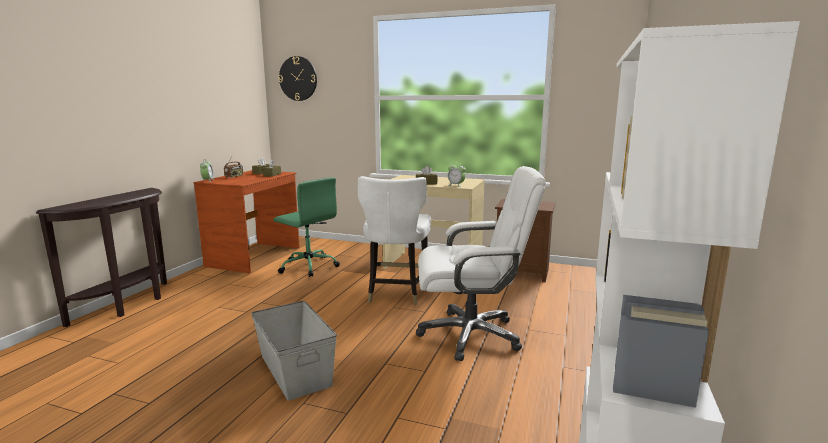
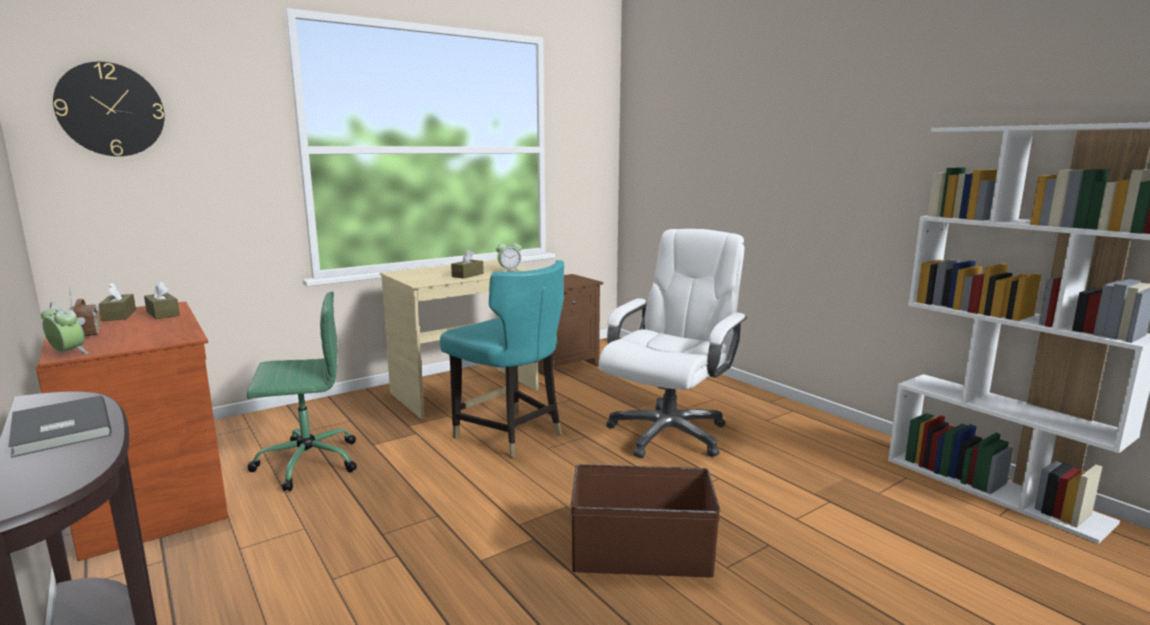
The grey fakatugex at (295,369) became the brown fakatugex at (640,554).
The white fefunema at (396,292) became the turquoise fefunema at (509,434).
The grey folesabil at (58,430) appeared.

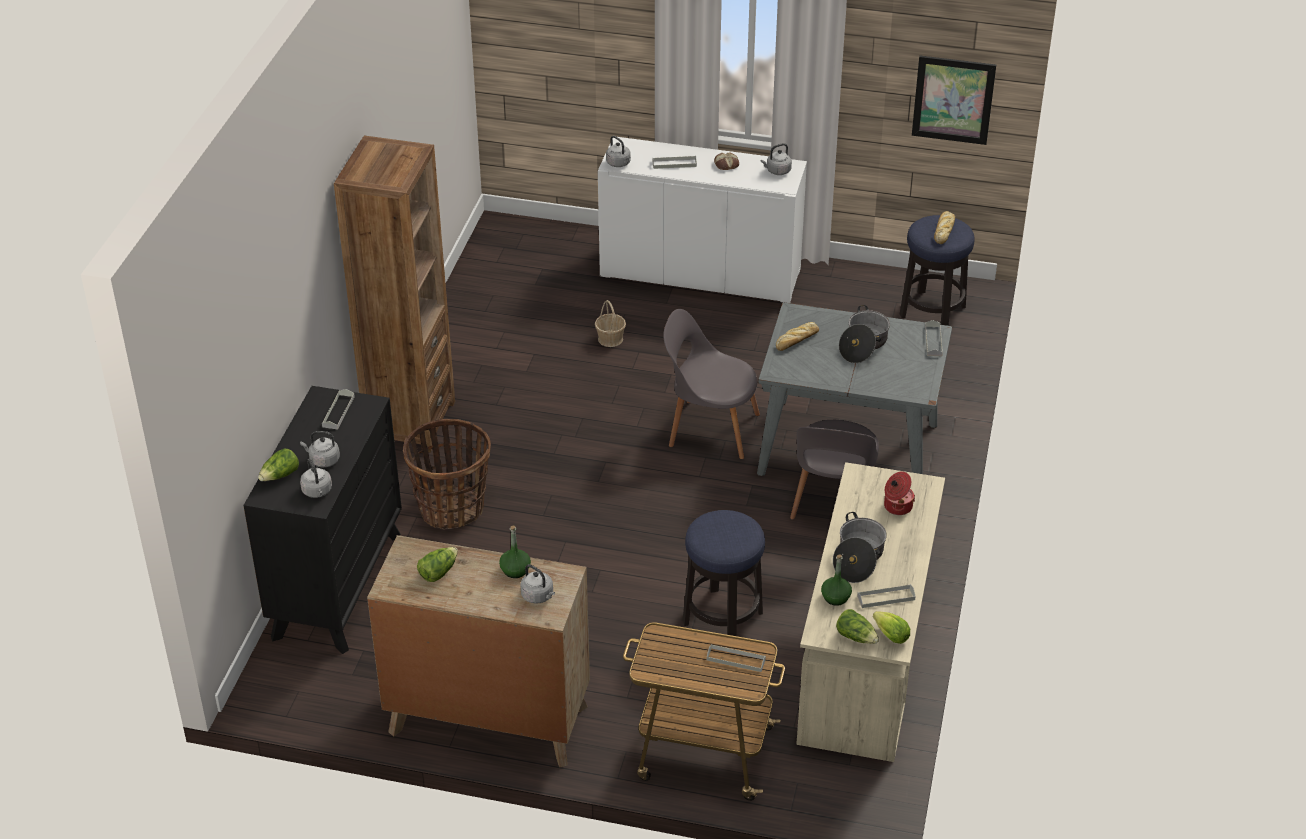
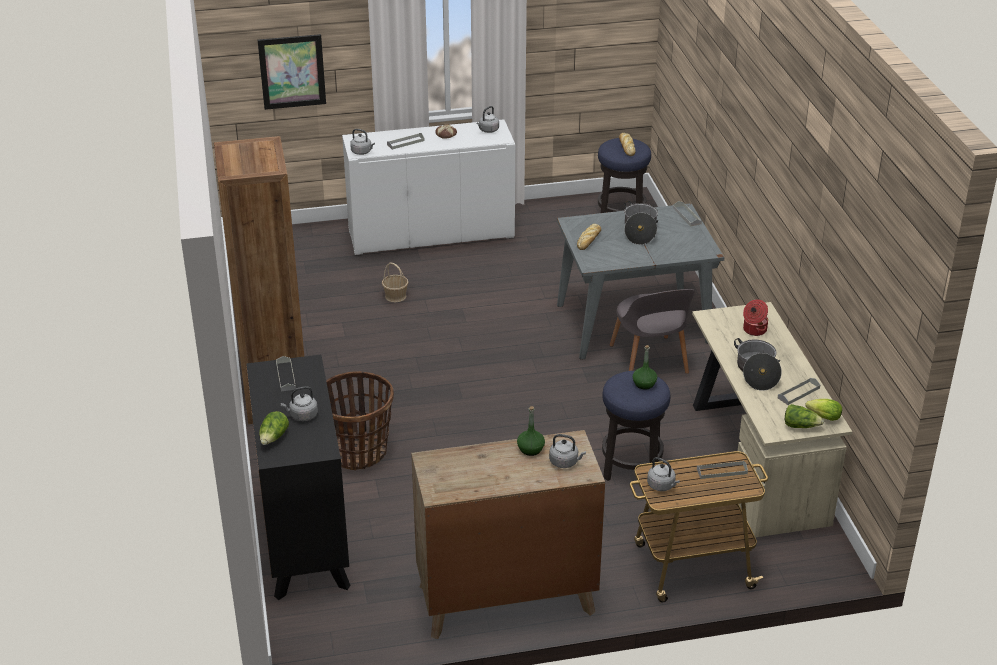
The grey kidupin moved from (317,492) to (662,486).
The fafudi at (438,572) disappeared.
The grey fefunema at (709,429) disappeared.
The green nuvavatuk moved from (835,597) to (644,384).
The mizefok moved from (953,99) to (292,71).

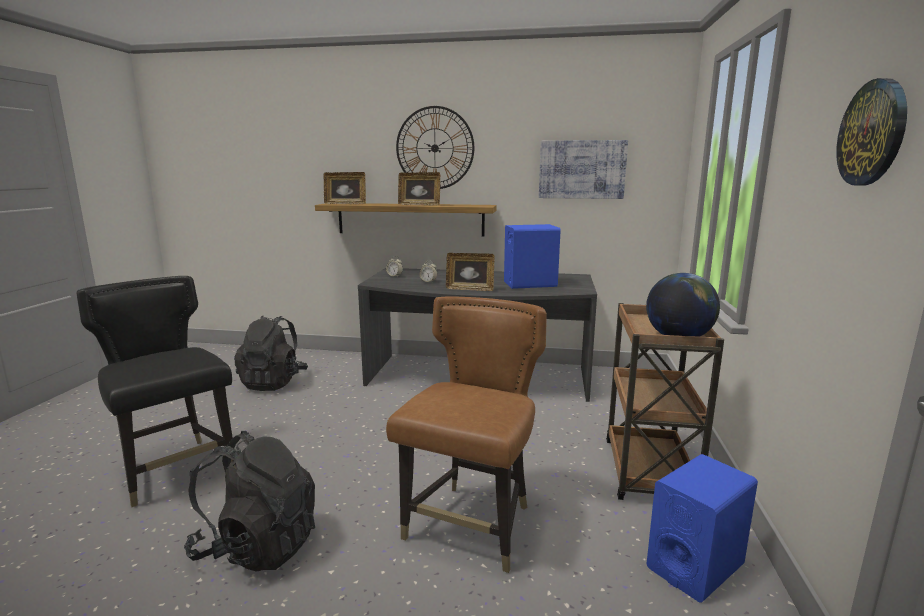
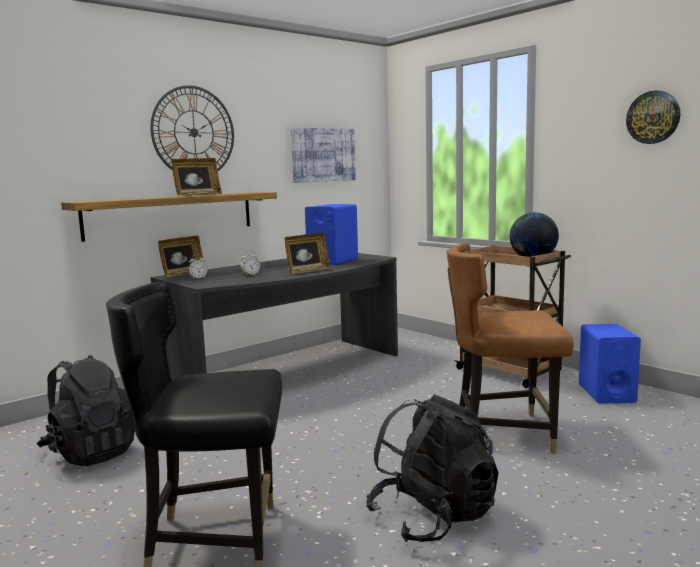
The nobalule moved from (345,204) to (183,274).
The brown fefunema at (472,525) turned 60 degrees counterclockwise.

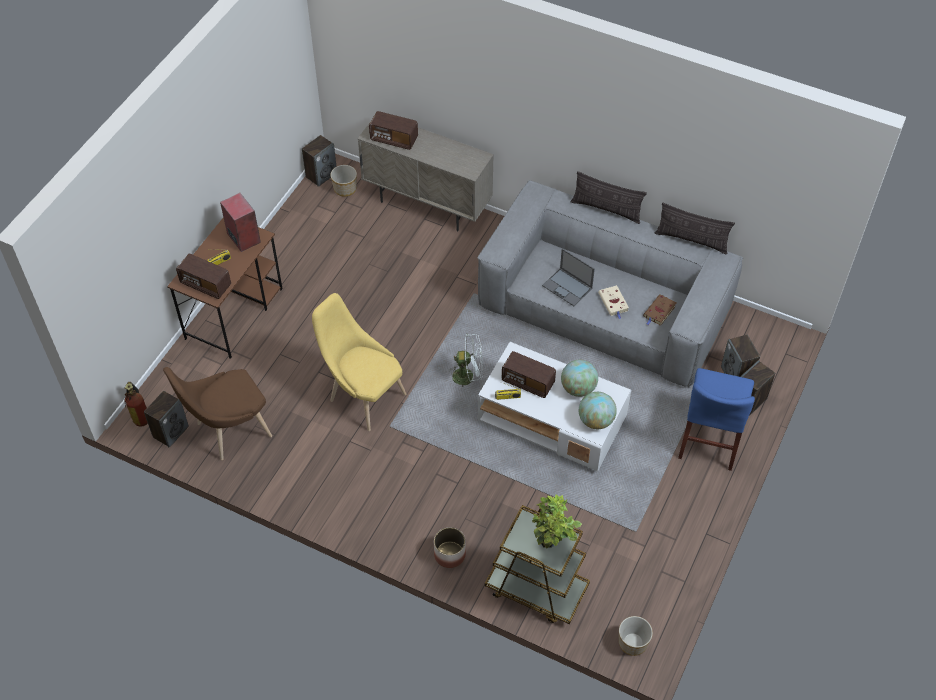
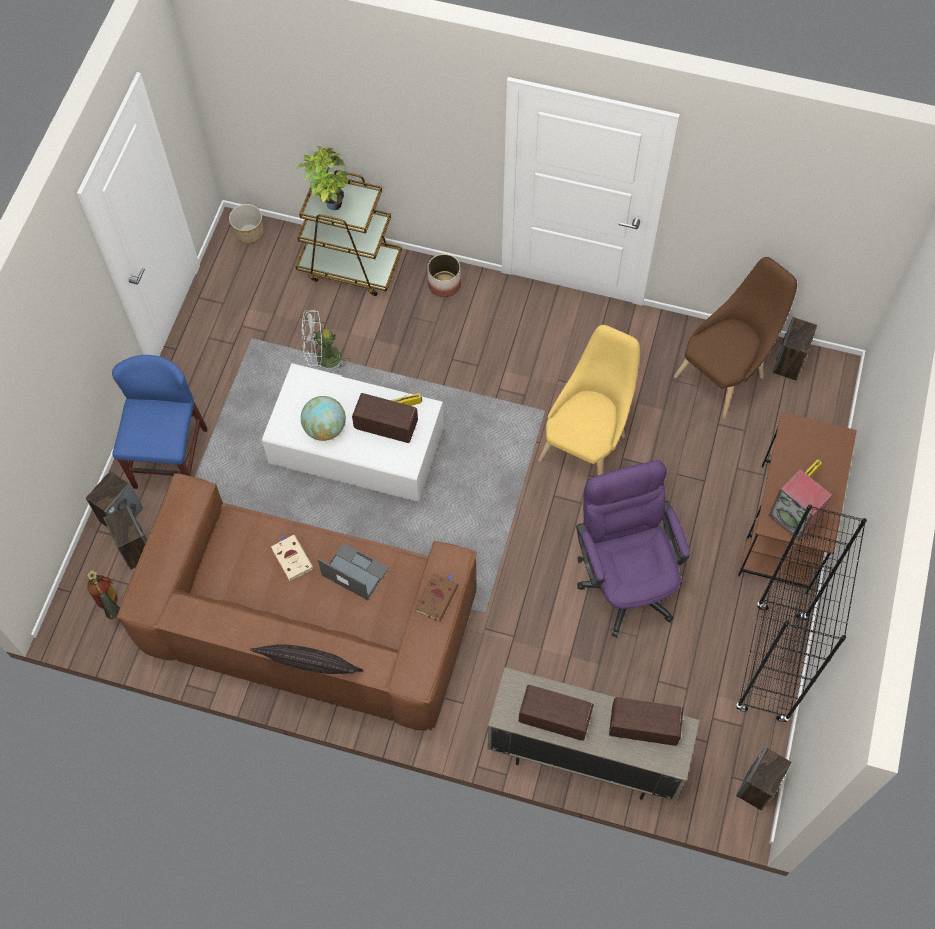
The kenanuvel moved from (140,415) to (111,607).
The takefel moved from (206,284) to (554,718).
The yellow fefunema at (363,395) turned 90 degrees counterclockwise.
The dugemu at (345,188) disappeared.
The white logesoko moved from (468,376) to (323,359).
The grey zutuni at (604,307) became the brown zutuni at (309,621).
The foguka at (596,420) disappeared.
The brown folesabil moved from (659,312) to (437,597).
The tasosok at (691,240) disappeared.
The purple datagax at (625,578) appeared.
The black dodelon at (771,664) appeared.

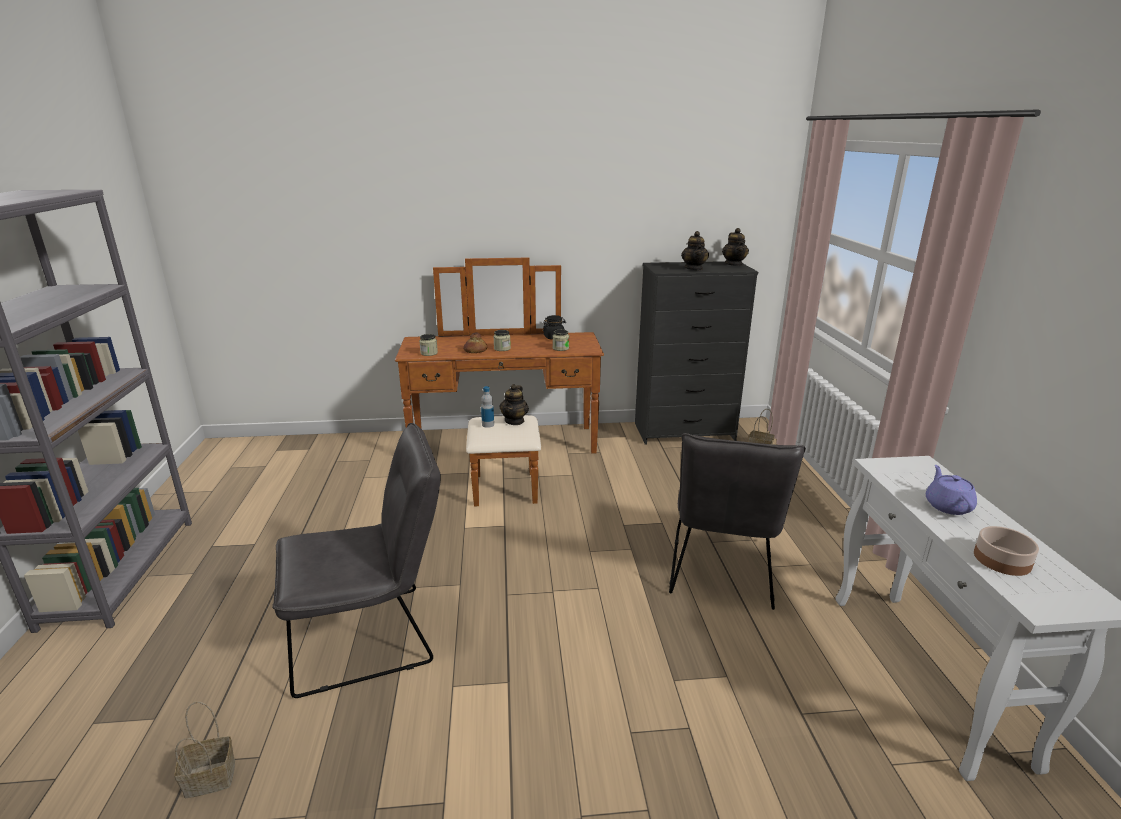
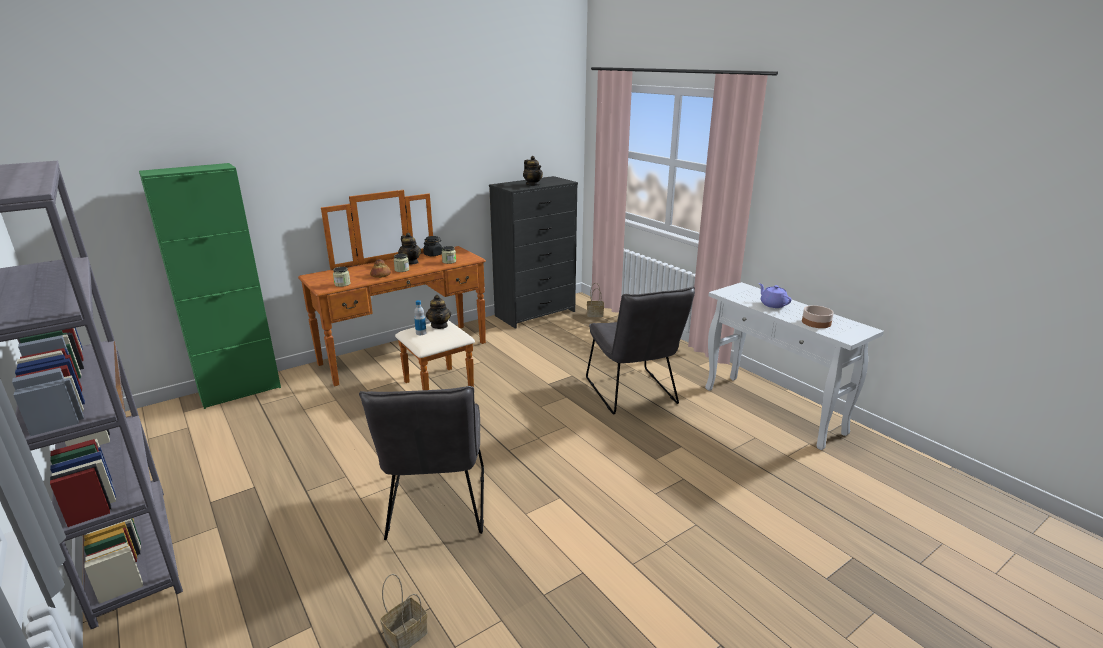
The grey fefunema at (373,636) turned 135 degrees clockwise.
The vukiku moved from (734,264) to (410,262).
The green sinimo at (240,391) appeared.

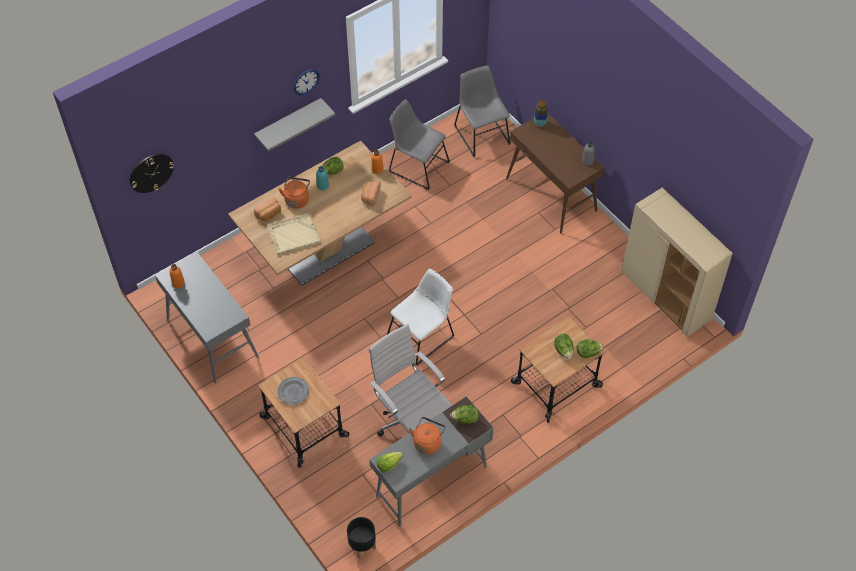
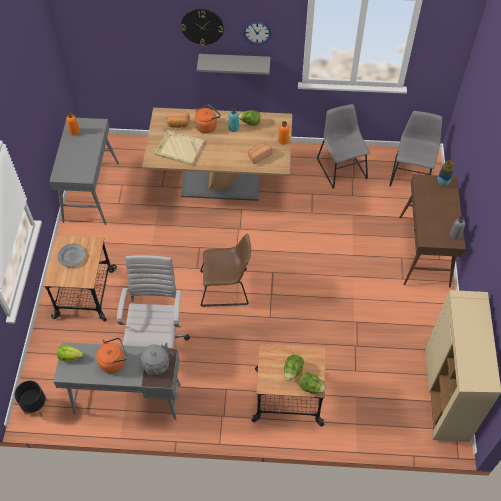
The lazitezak moved from (151,172) to (202,26).
The white fefunema at (422,335) became the brown fefunema at (227,288).
The fafudi at (465,419) was replaced by the grey kidupin at (158,365).

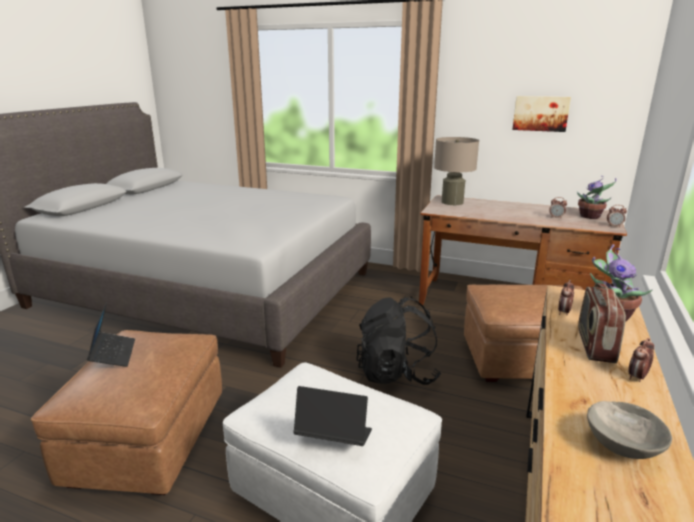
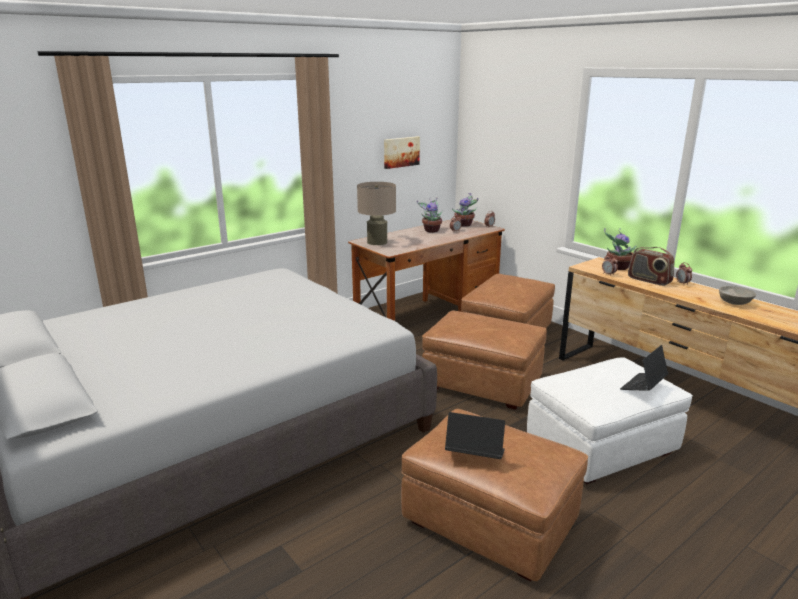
The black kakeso at (396,373) was replaced by the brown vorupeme at (482,383).
The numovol at (431,230) appeared.

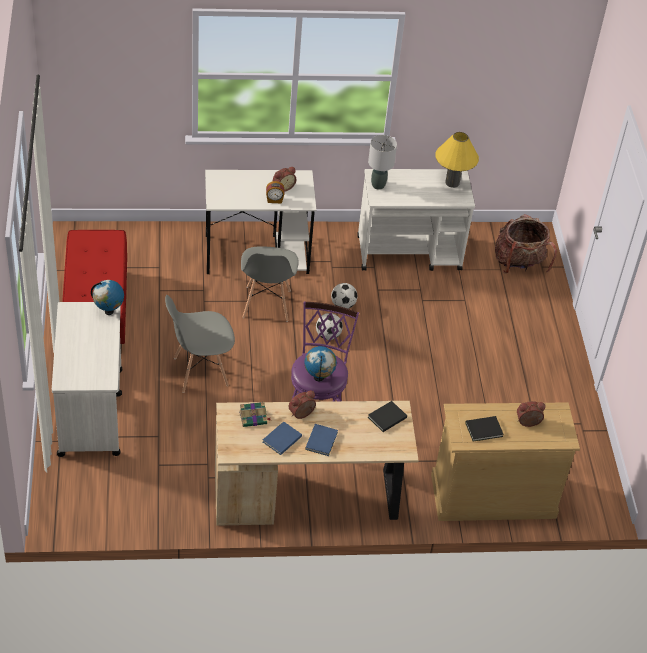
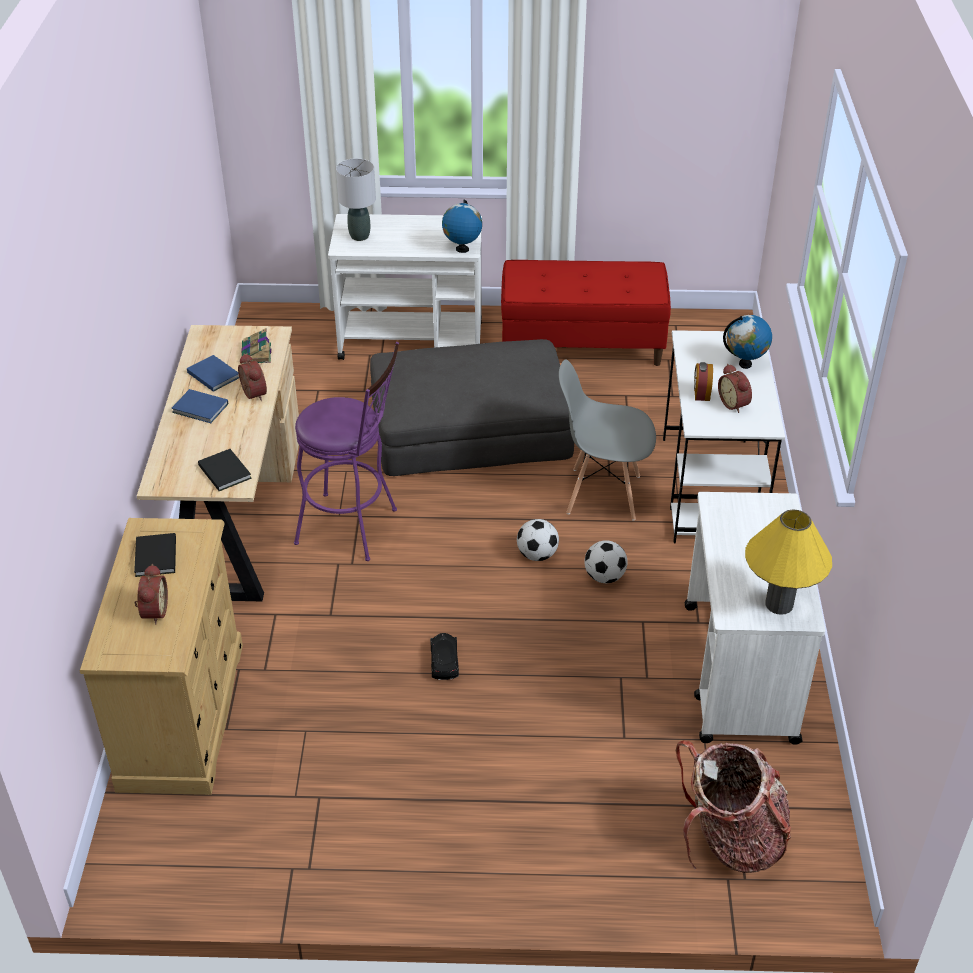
The grey fefunema at (200,372) was replaced by the grey vorupeme at (470,427).
The foguka moved from (319,378) to (745,364).
The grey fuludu moved from (378,185) to (359,236).
The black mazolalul at (444,660) appeared.

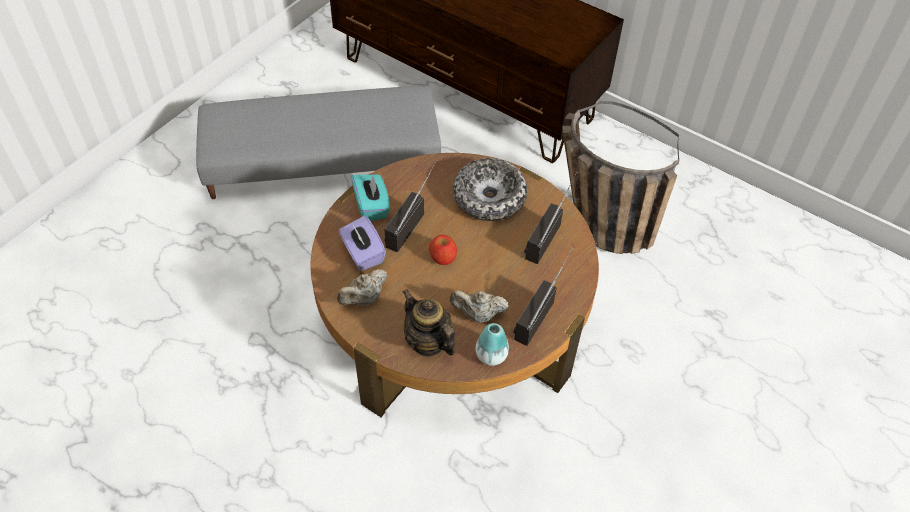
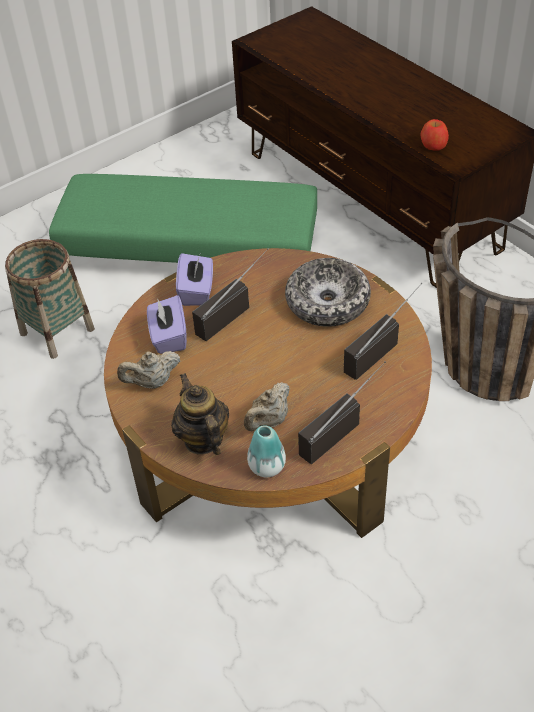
The grey vorupeme at (323,160) became the green vorupeme at (190,250).
The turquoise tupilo at (372,206) became the purple tupilo at (197,291).
The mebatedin moved from (443,257) to (433,145).
The beige vukiku at (478,315) turned 75 degrees counterclockwise.
The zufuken at (57,331) appeared.

